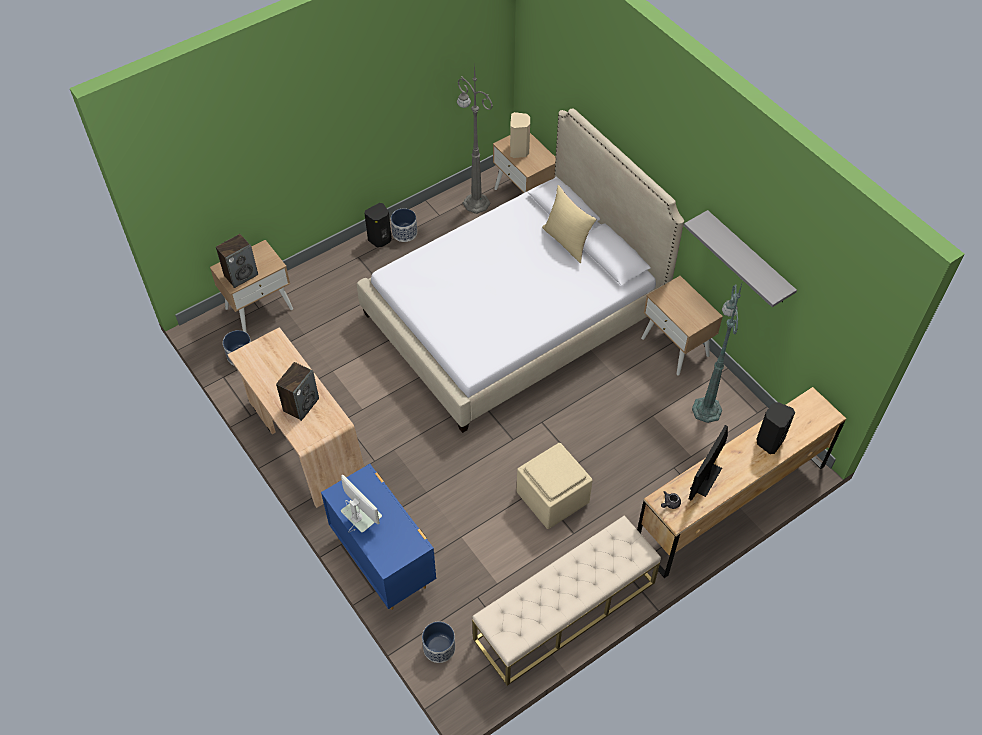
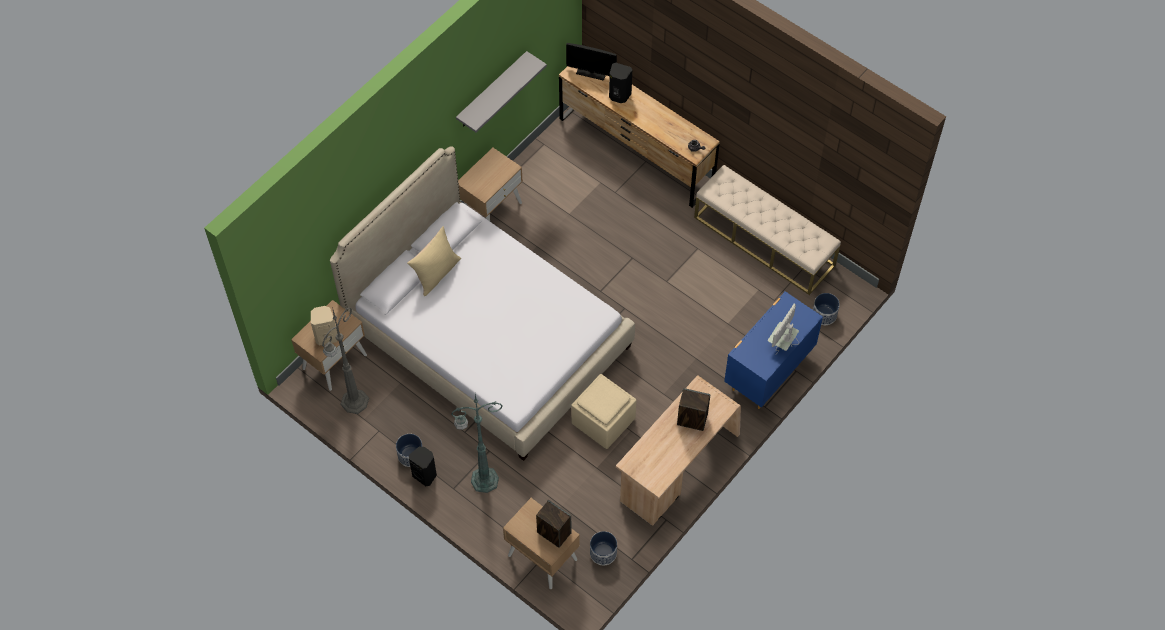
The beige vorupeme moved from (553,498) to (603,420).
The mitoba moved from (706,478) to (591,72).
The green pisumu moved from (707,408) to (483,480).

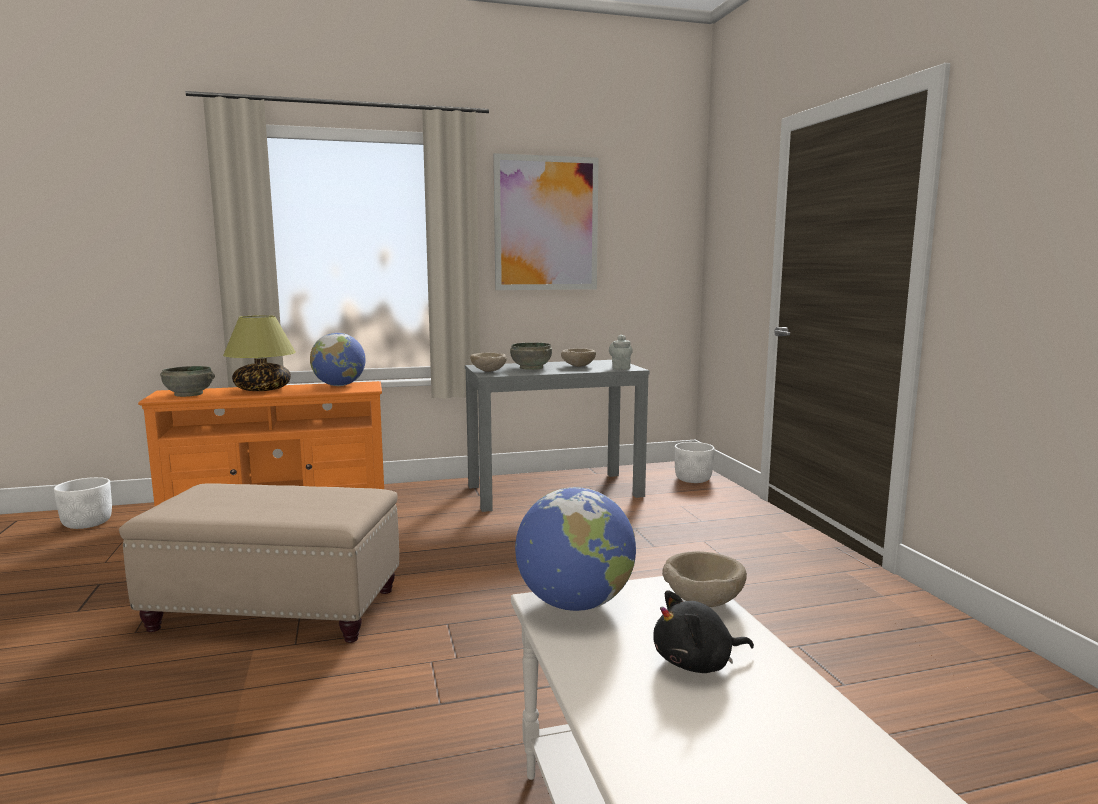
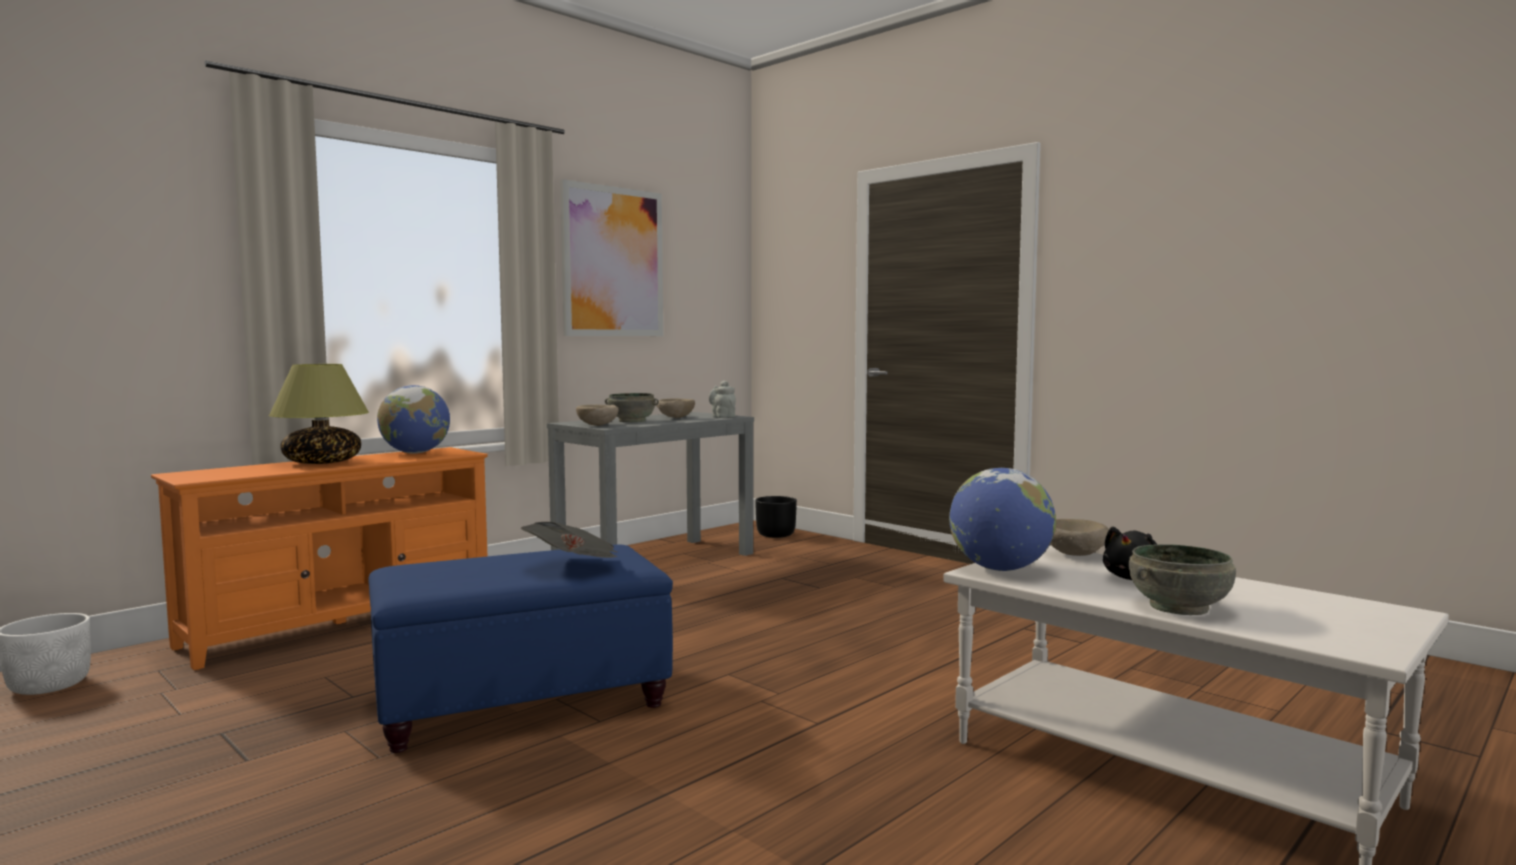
The beige vorupeme at (274,609) became the blue vorupeme at (520,702).
The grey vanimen moved from (188,394) to (1179,607).
The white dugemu at (692,479) became the black dugemu at (775,535).
The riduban at (575,567) appeared.

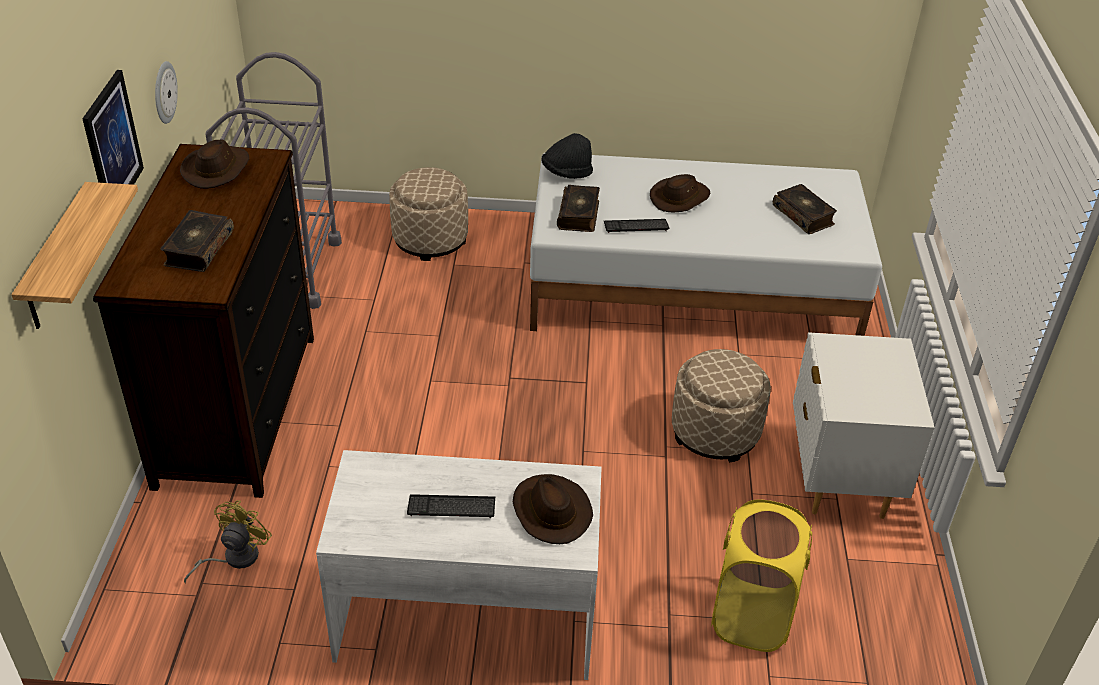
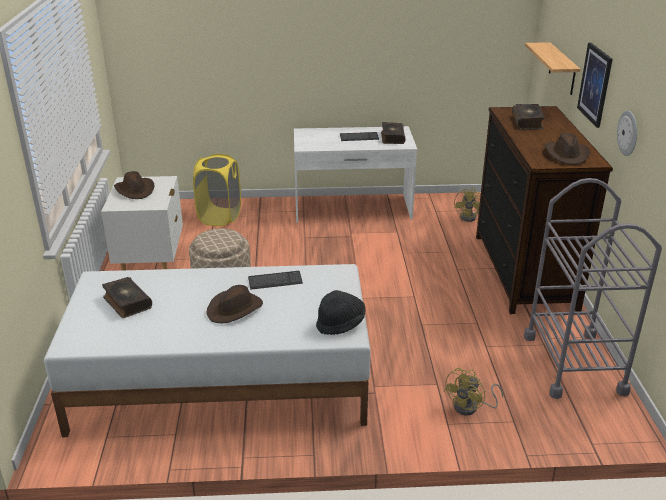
The beige vorupeme at (430,239) was replaced by the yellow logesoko at (471,407).
The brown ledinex moved from (550,511) to (135,190).
The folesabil moved from (579,215) to (392,138).

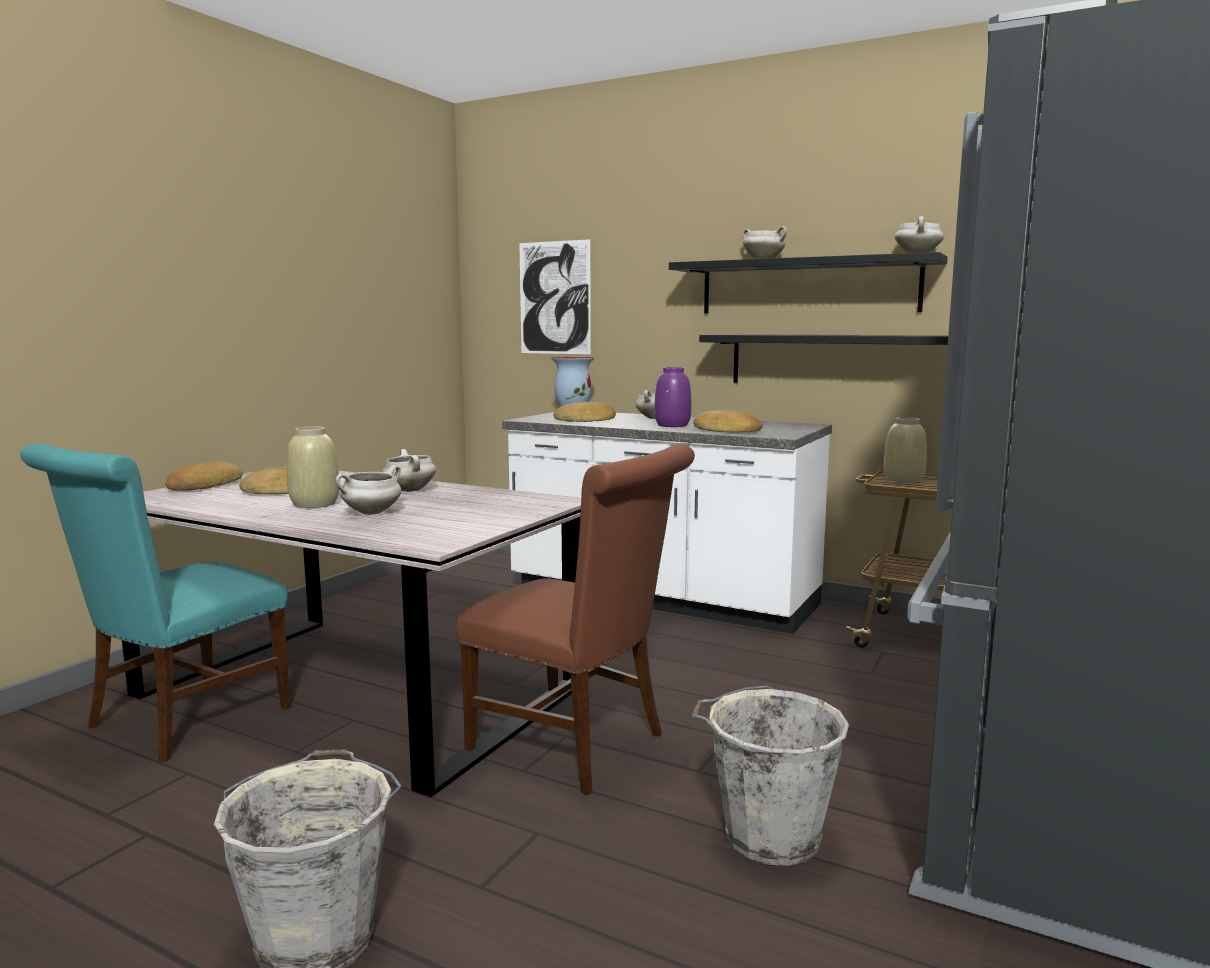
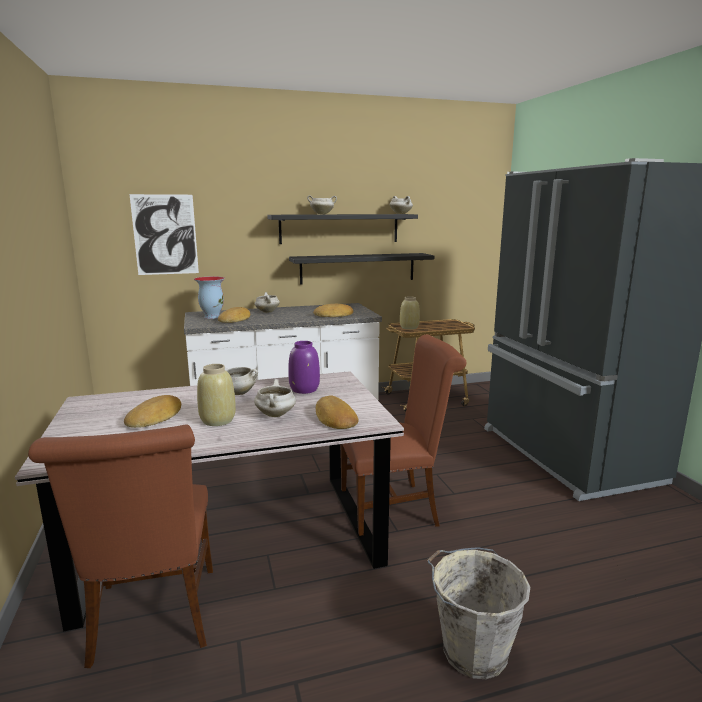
The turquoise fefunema at (178,721) became the brown fefunema at (153,620).
The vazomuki moved from (203,485) to (334,418).
The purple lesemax moved from (673,425) to (305,389).
The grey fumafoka at (767,836) disappeared.

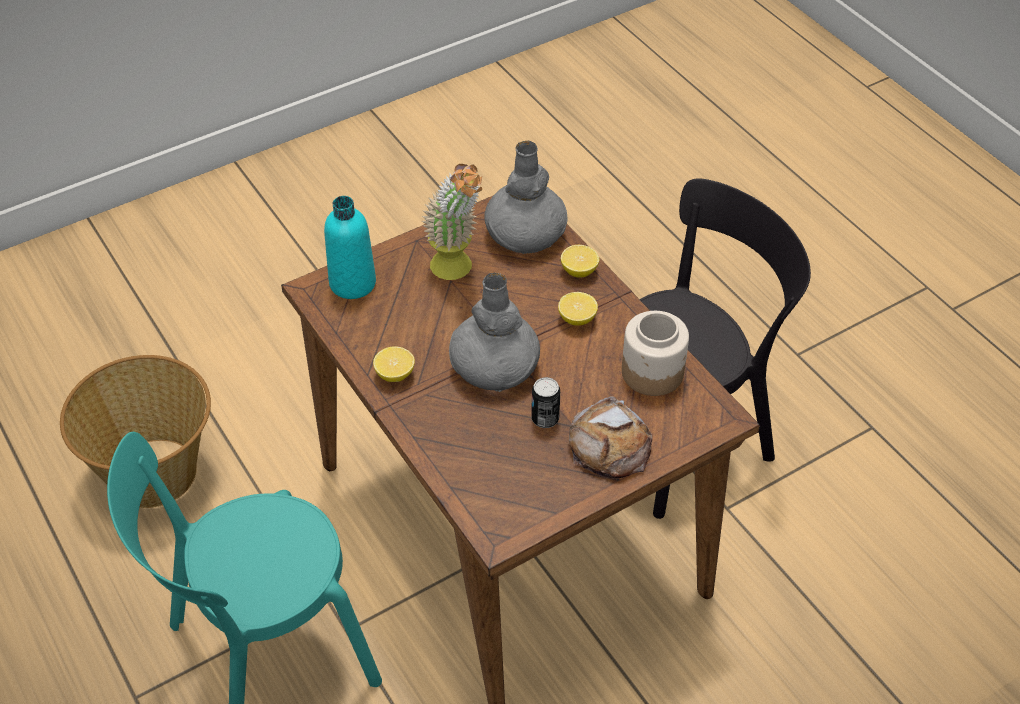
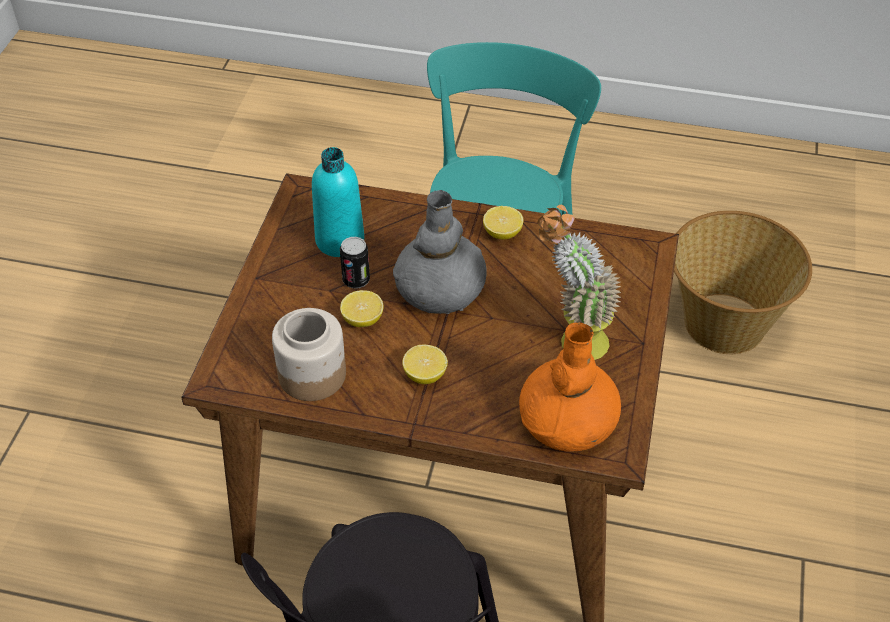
The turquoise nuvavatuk moved from (352,283) to (340,240).
The grey lesemax at (525,233) became the orange lesemax at (568,421).
The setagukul moved from (579,271) to (362,319).
The vazomuki at (610,445) disappeared.

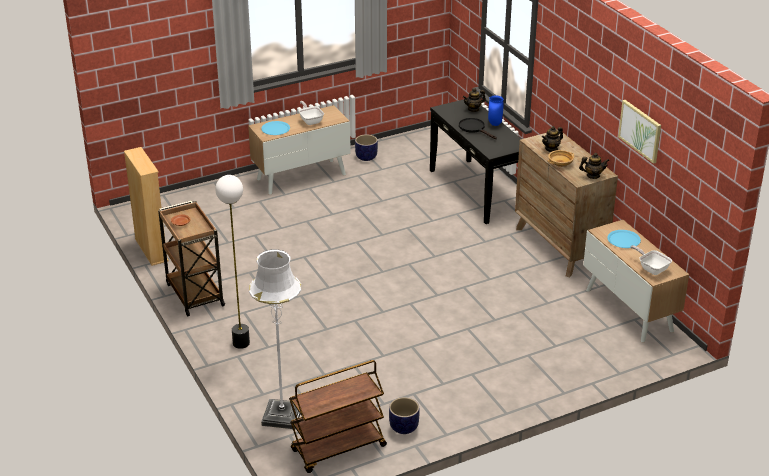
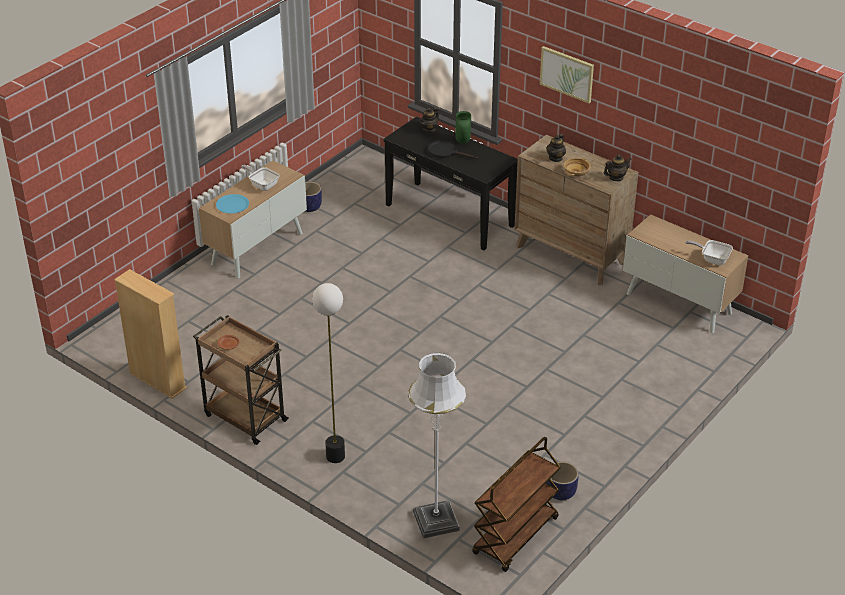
The blue lesemax at (495,124) became the green lesemax at (463,142).
The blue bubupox at (623,240) disappeared.
The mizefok moved from (640,131) to (567,74).

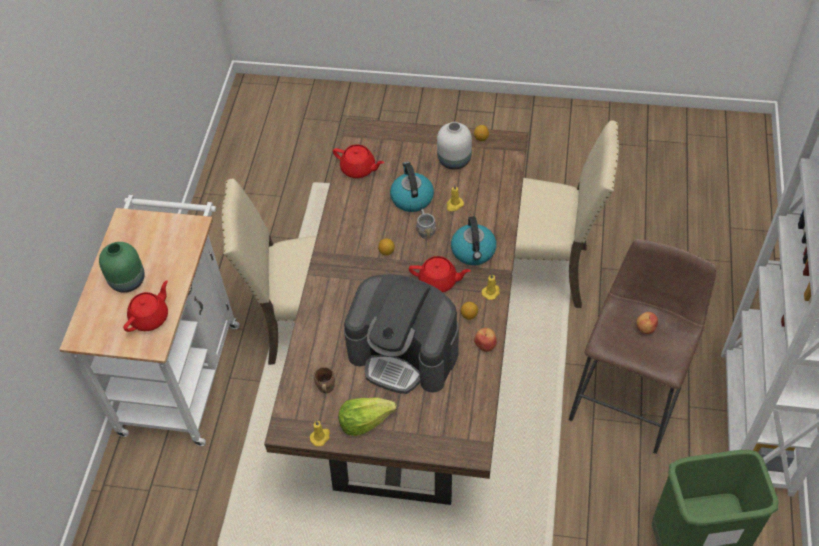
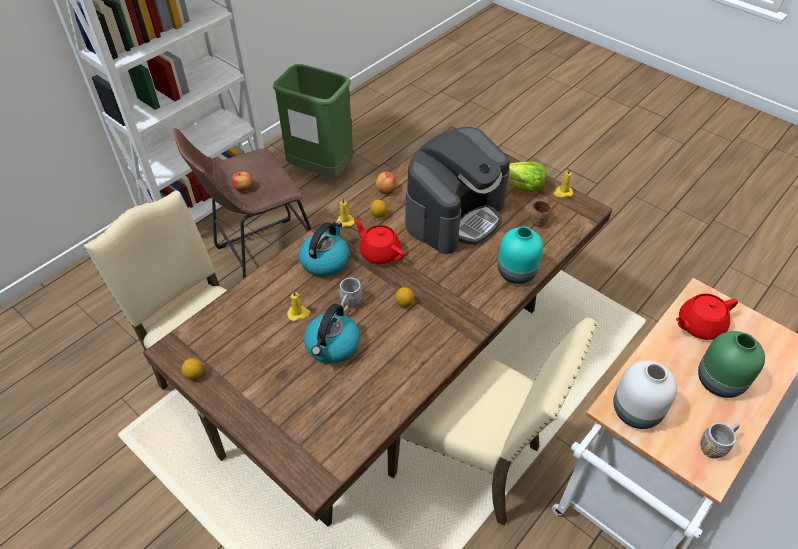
The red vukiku at (358,169) disappeared.
The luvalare at (404,353) turned 75 degrees clockwise.
The white lesemax moved from (453,160) to (637,412).
The turquoise lesemax at (516,273) appeared.
The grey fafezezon at (716,445) appeared.

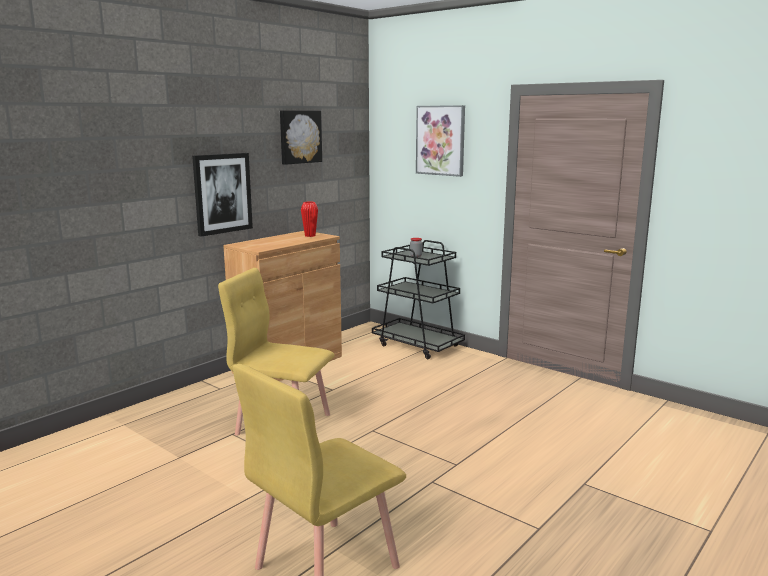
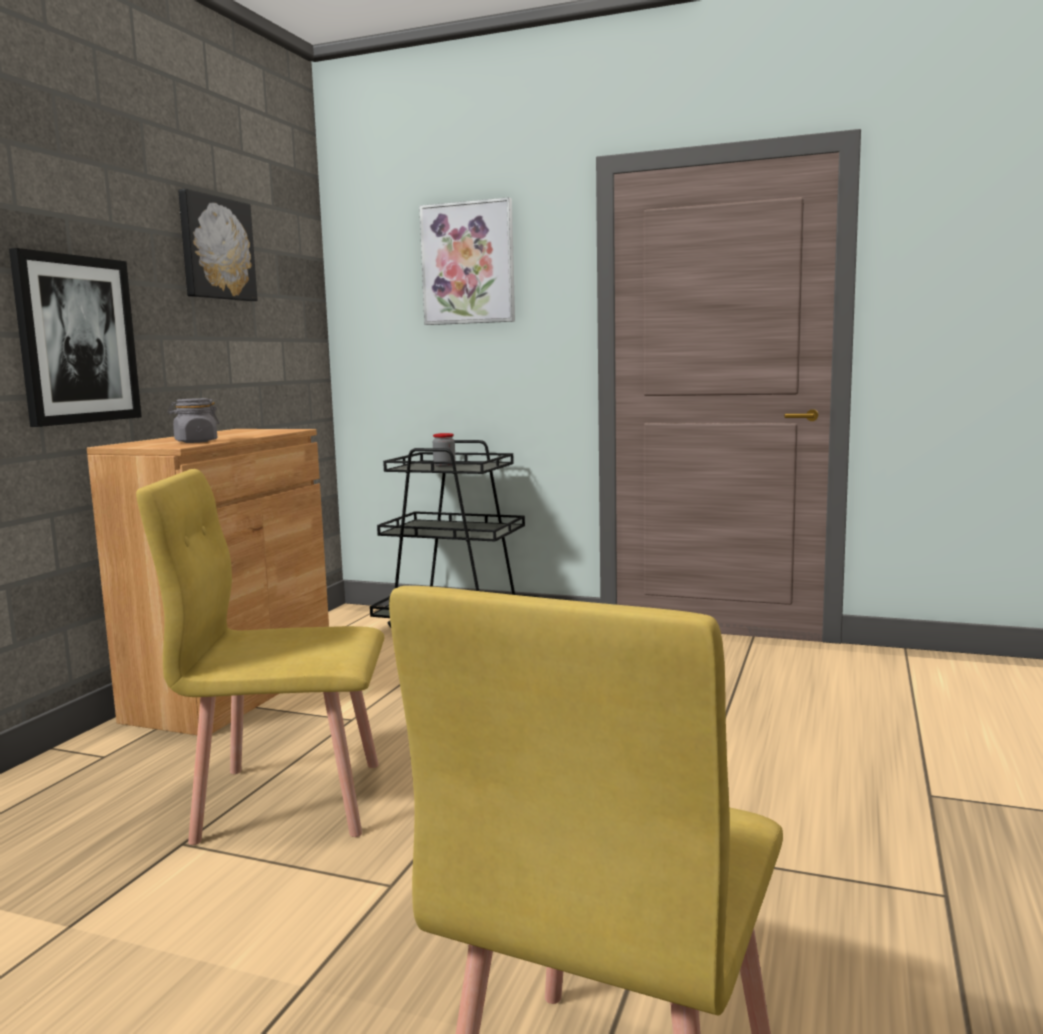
The red lesemax at (310,236) disappeared.
The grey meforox at (195,442) appeared.

